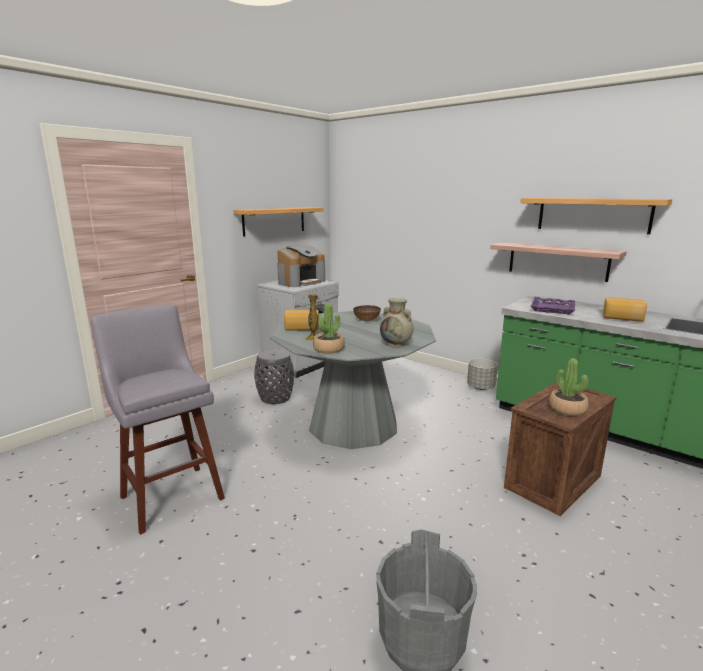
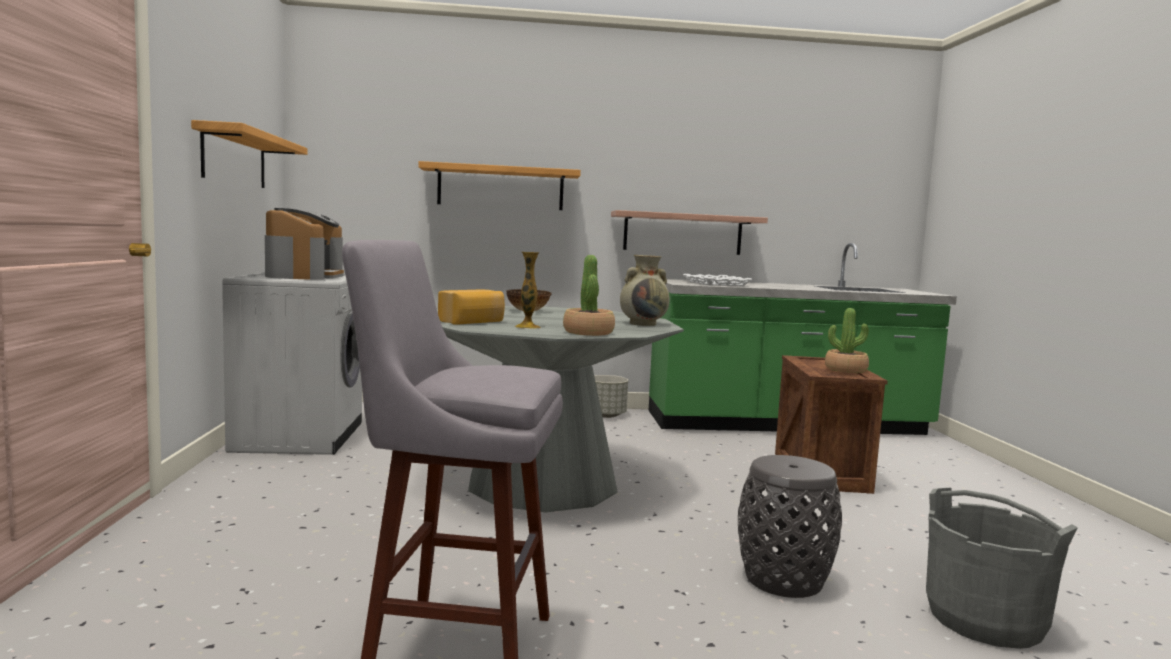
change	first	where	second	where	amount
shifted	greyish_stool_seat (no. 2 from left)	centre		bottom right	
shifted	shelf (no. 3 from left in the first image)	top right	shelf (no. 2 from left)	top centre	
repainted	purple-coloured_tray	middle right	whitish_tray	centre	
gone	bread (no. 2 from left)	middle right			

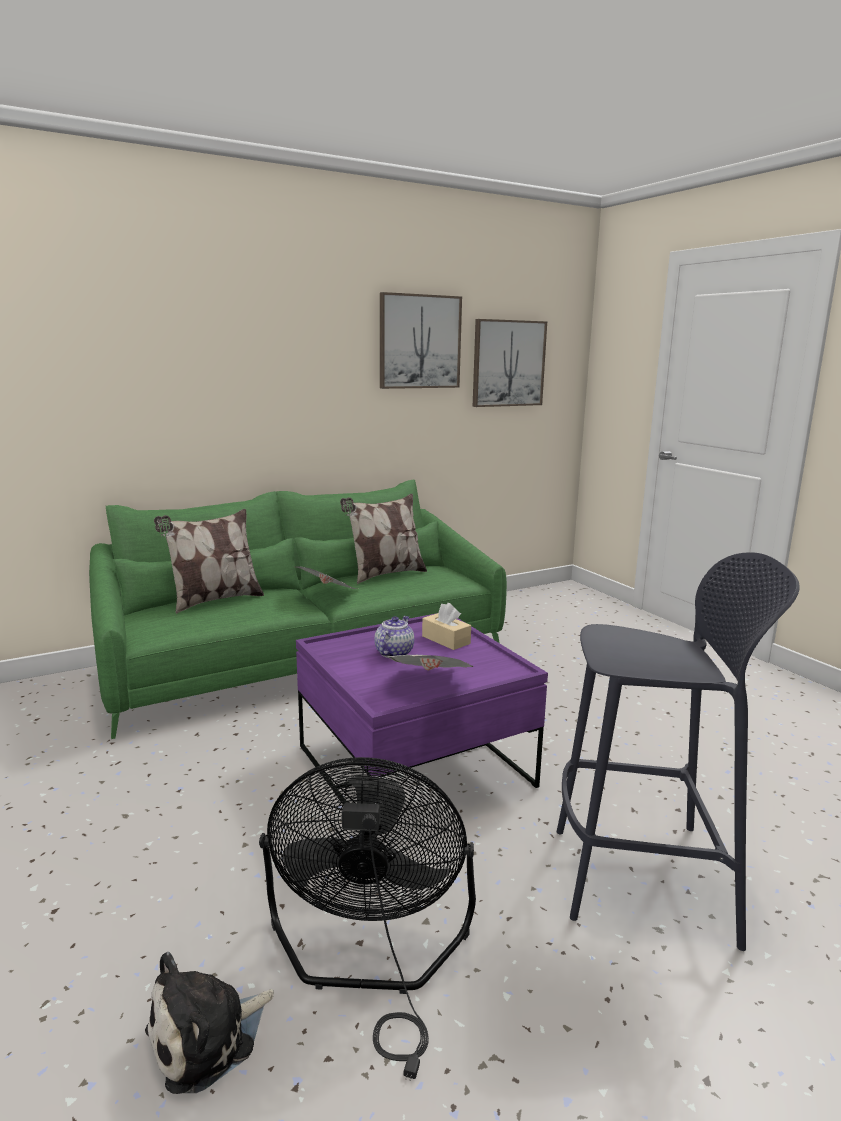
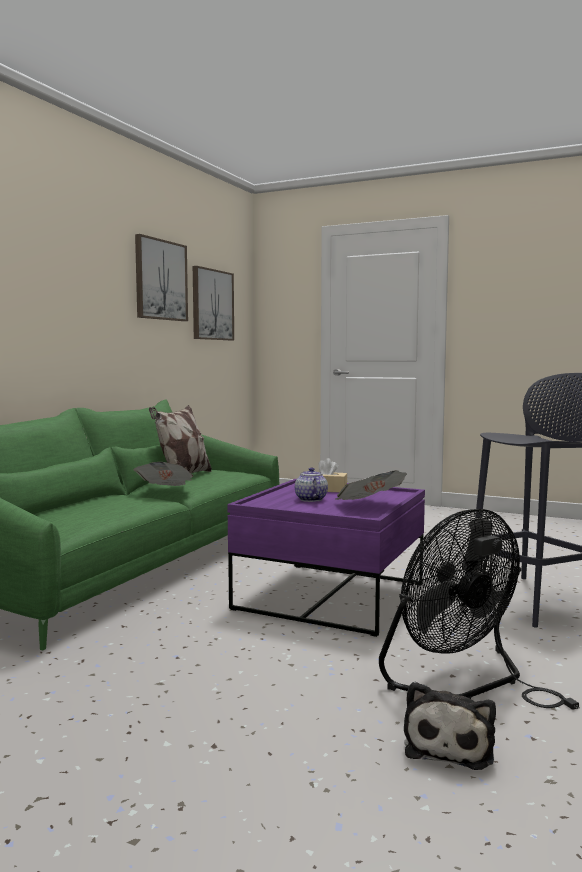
change	first	where	second	where	amount
gone	cushion (no. 1 from left)	middle left			

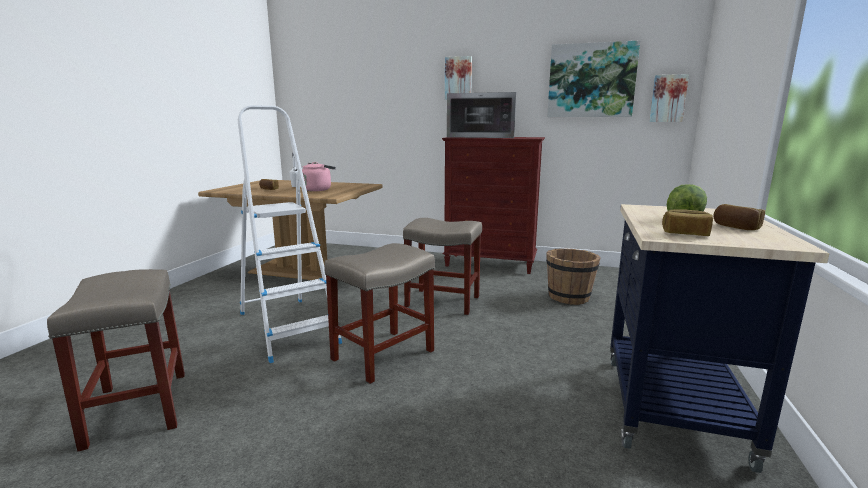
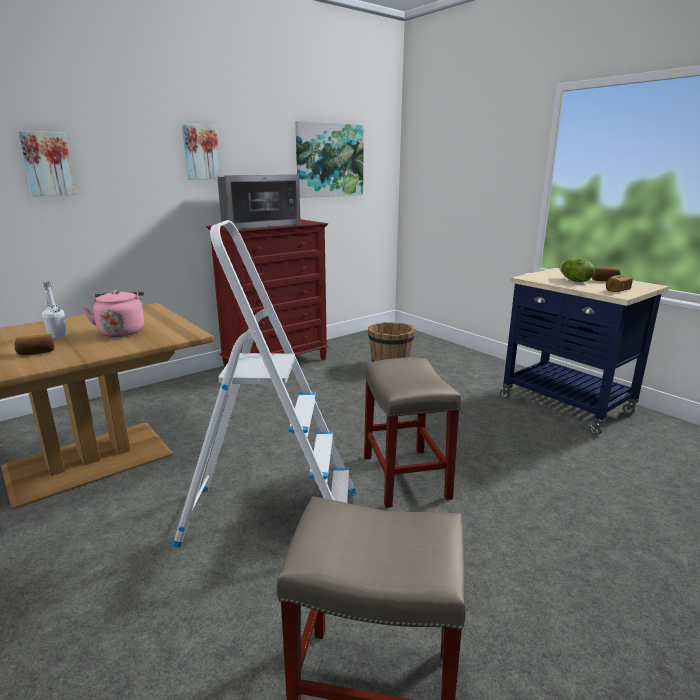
change	first	where	second	where	amount
gone	beige-coloured_stool_seat (no. 3 from left)	centre			
shifted	picture (no. 3 from left in the first image)	top right	picture (no. 1 from left)	top left	

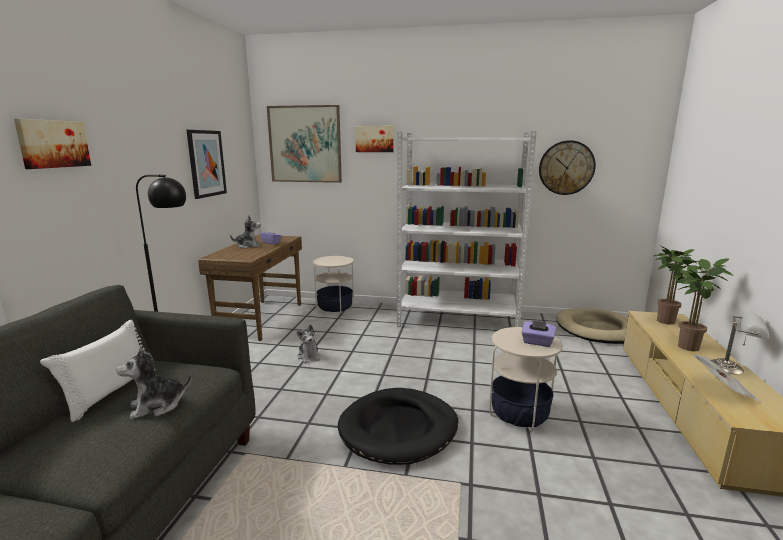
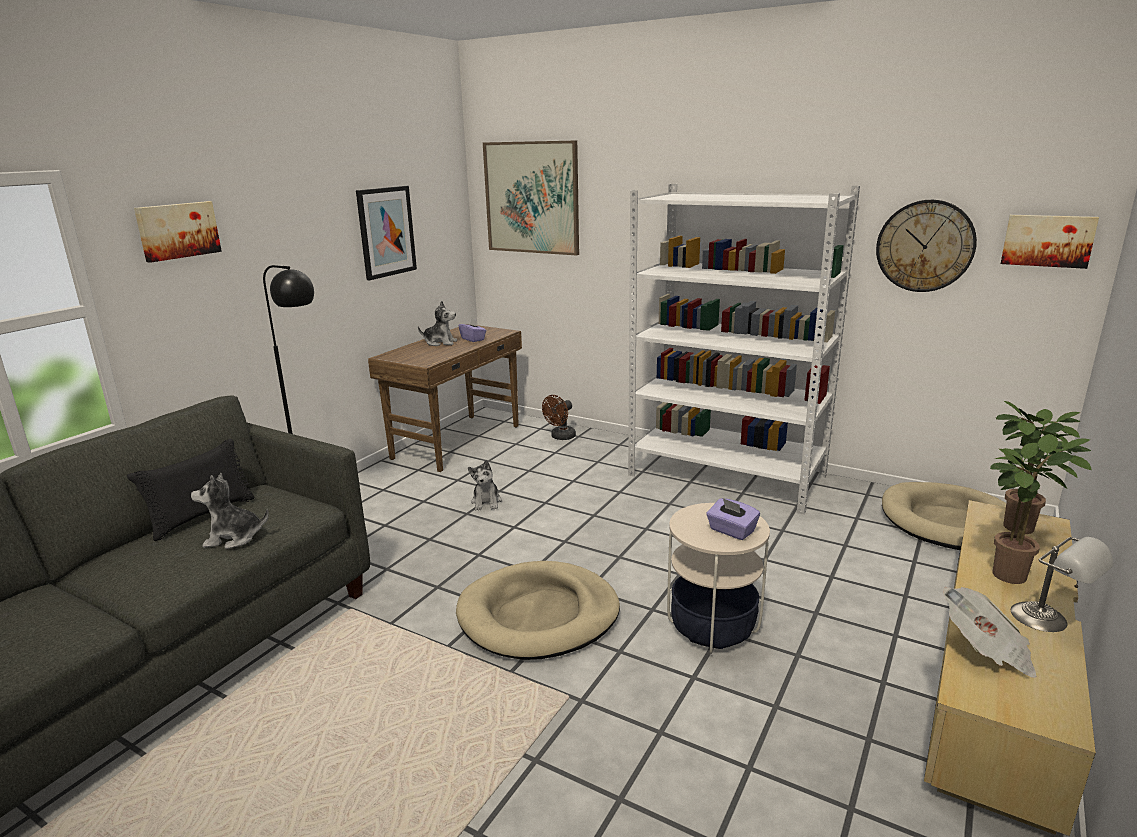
change	first	where	second	where	amount
repainted	whitish_cushion	bottom left	black_cushion	middle left	
swapped	beige-coloured_accent_table (no. 1 from left)	centre	brown-coloured_cooling_fan	centre	
repainted	black_dog_bed	bottom centre	beige-coloured_dog_bed (no. 1 from left)	bottom centre	
shifted	picture (no. 4 from left)	top centre		top right	

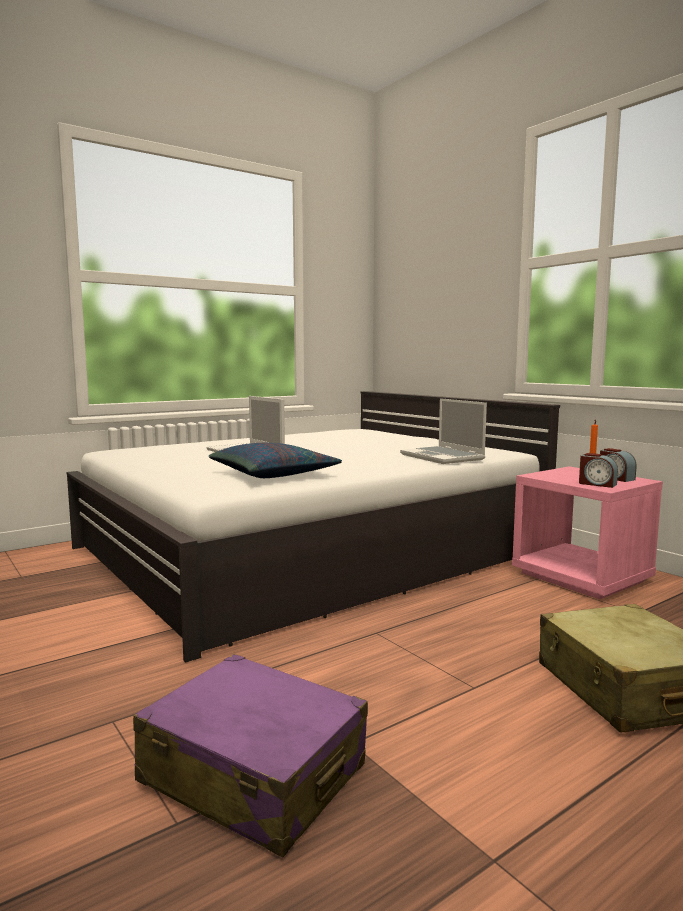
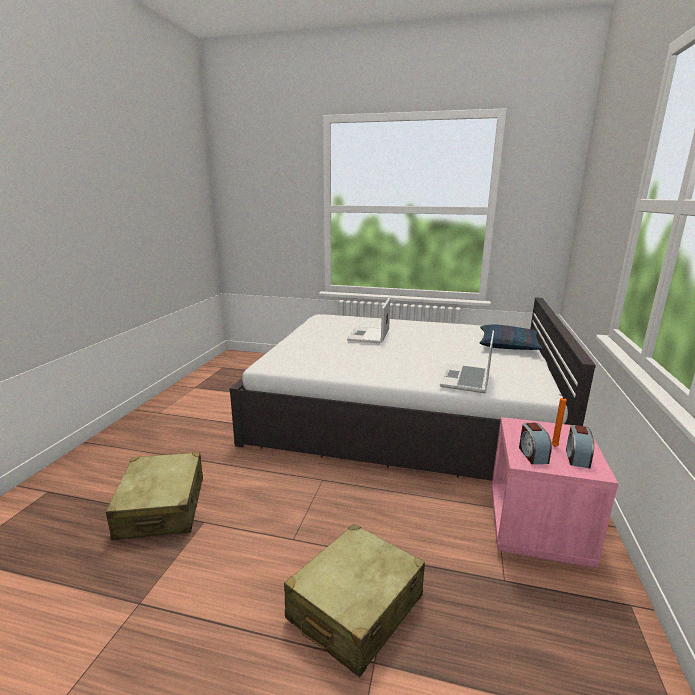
change	first	where	second	where	amount
repainted	purple-coloured_travel_case	bottom centre	beige-coloured_travel_case (no. 1 from left)	bottom left	
shifted	bluish_cushion	centre		middle right	

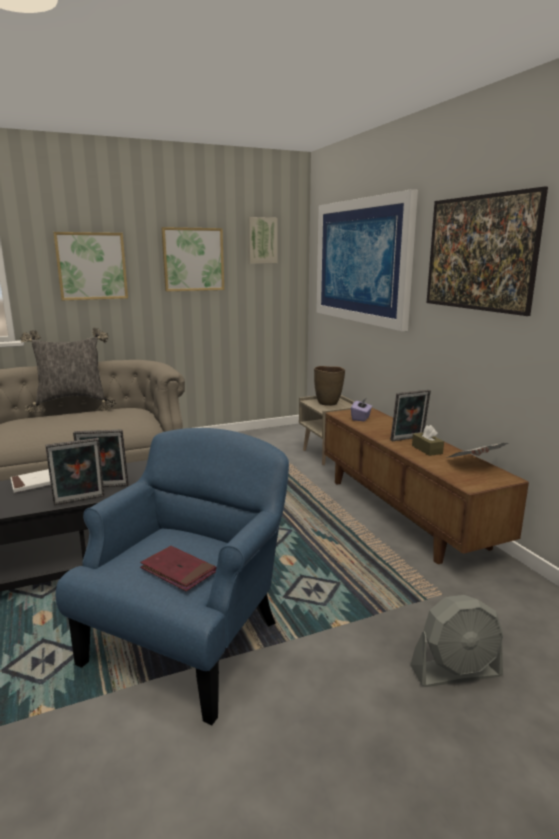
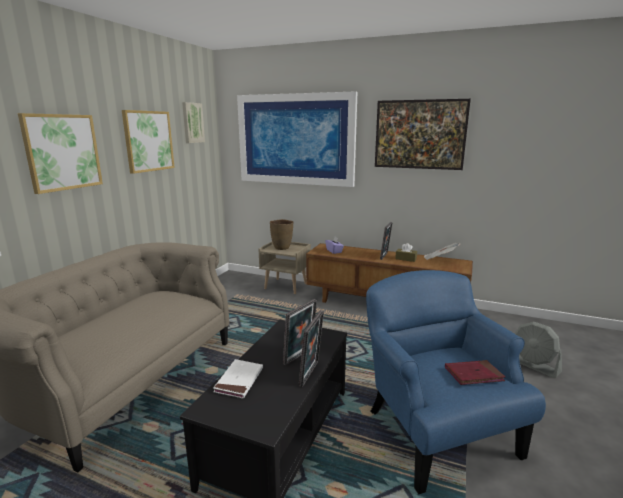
change	first	where	second	where	amount
gone	cushion	middle left			
rotated	greyish_cooling_fan	bottom right		bottom right	105 degrees clockwise

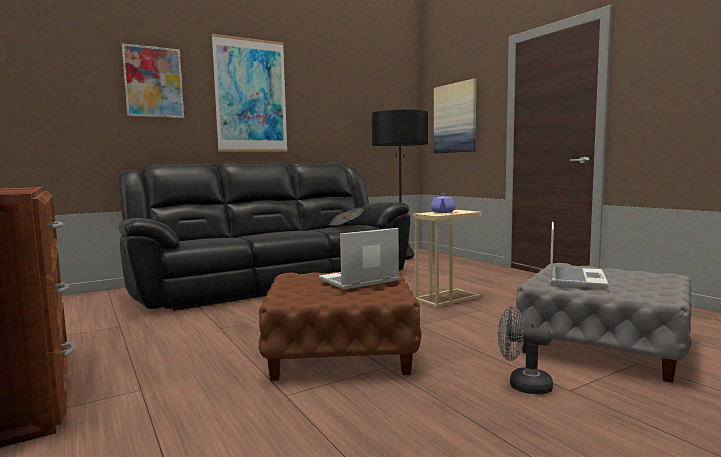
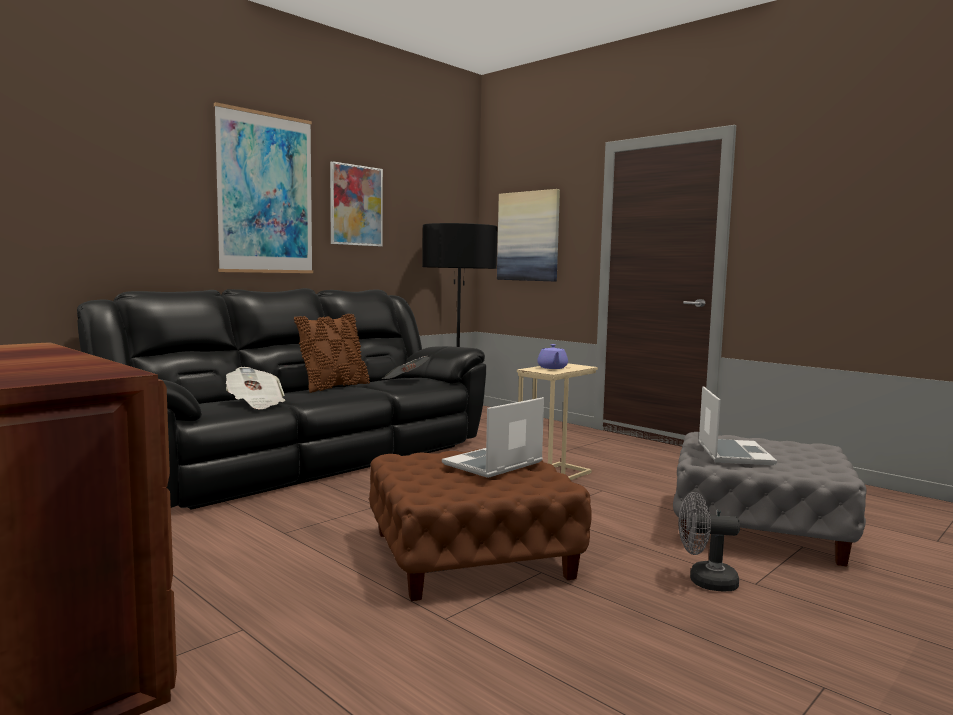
change	first	where	second	where	amount
shifted	picture (no. 1 from left in the first image)	top left	picture (no. 2 from left)	top centre	
new			newspaper (no. 1 from left)	middle left	
new			brown-coloured_cushion	centre	

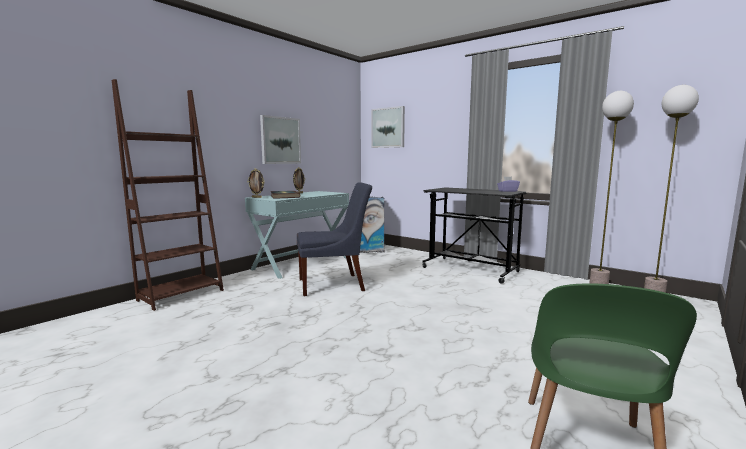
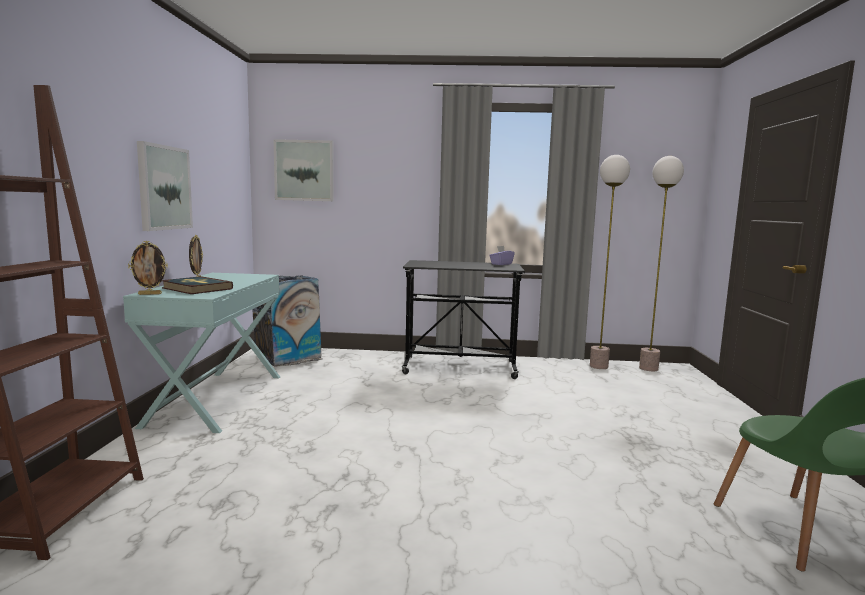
change	first	where	second	where	amount
gone	bluish_plain_chair	centre			

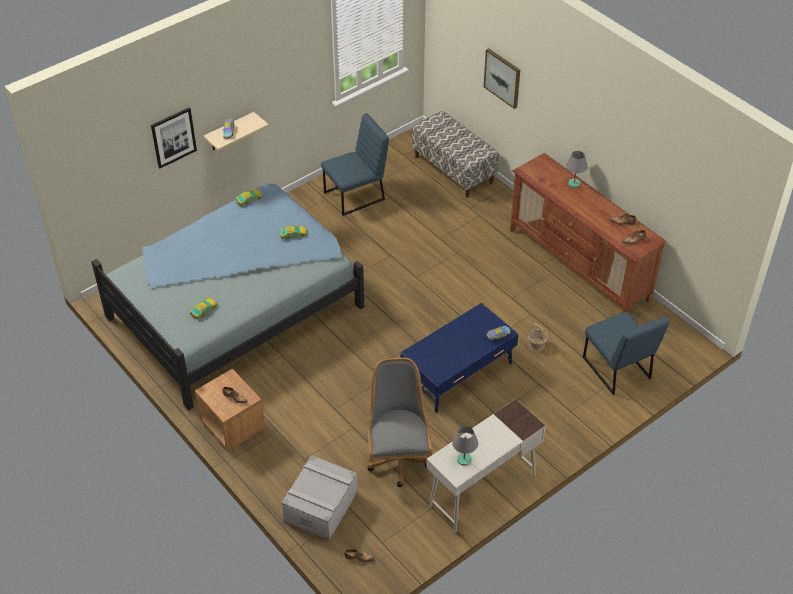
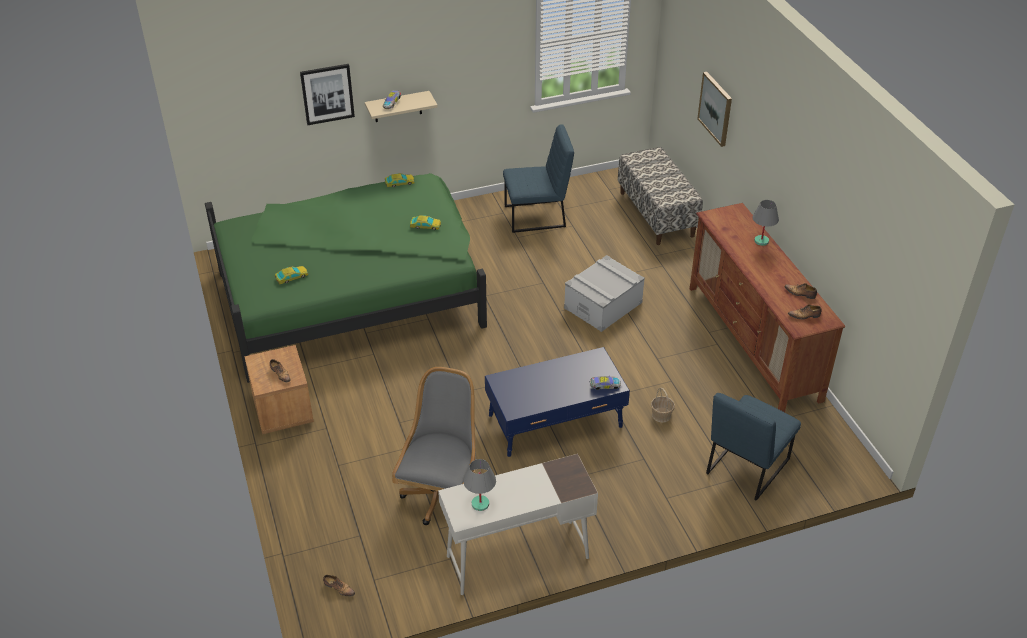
change	first	where	second	where	amount
repainted	bluish_bed	middle left	greenish_bed	centre	
shifted	greyish_storage_container	bottom centre		centre	
rotated	bluish_plain_chair (no. 2 from left)	middle right		bottom right	45 degrees clockwise

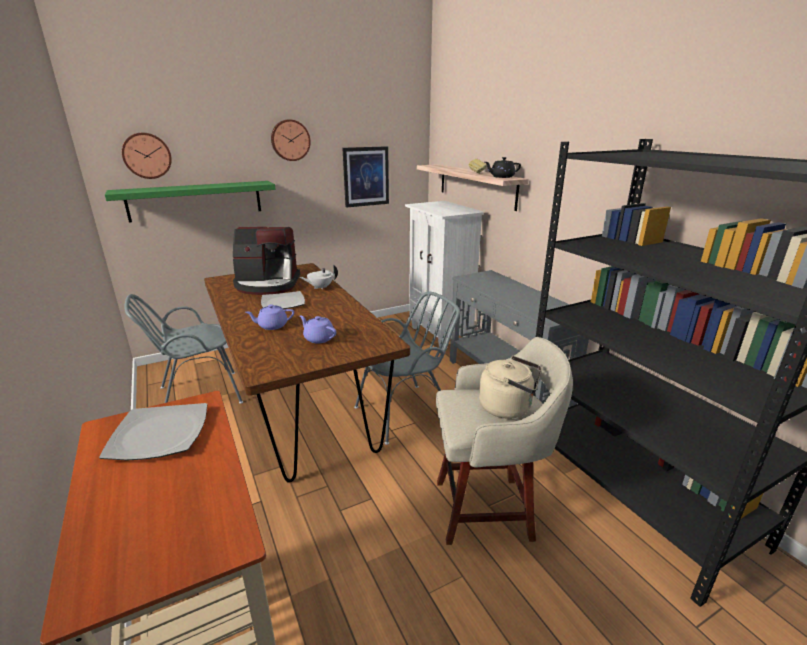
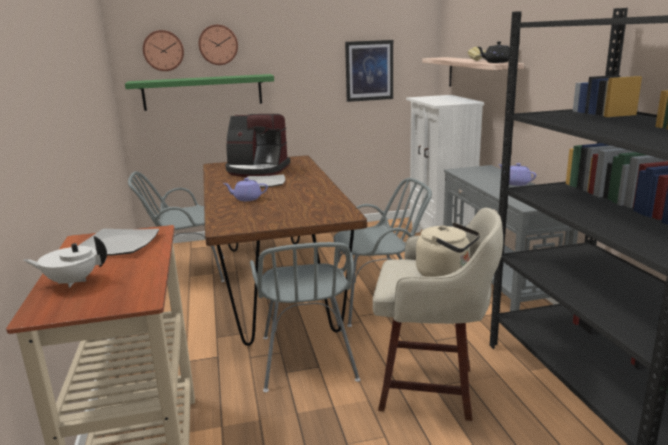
change	first	where	second	where	amount
shifted	wall_clock (no. 2 from left)	top centre		top left	
shifted	whitish_pot_for_tea	centre		middle left	
shifted	purple-coloured_pot_for_tea (no. 2 from left)	centre		middle right	
new			greyish_plain_chair (no. 2 from left)	bottom centre	

